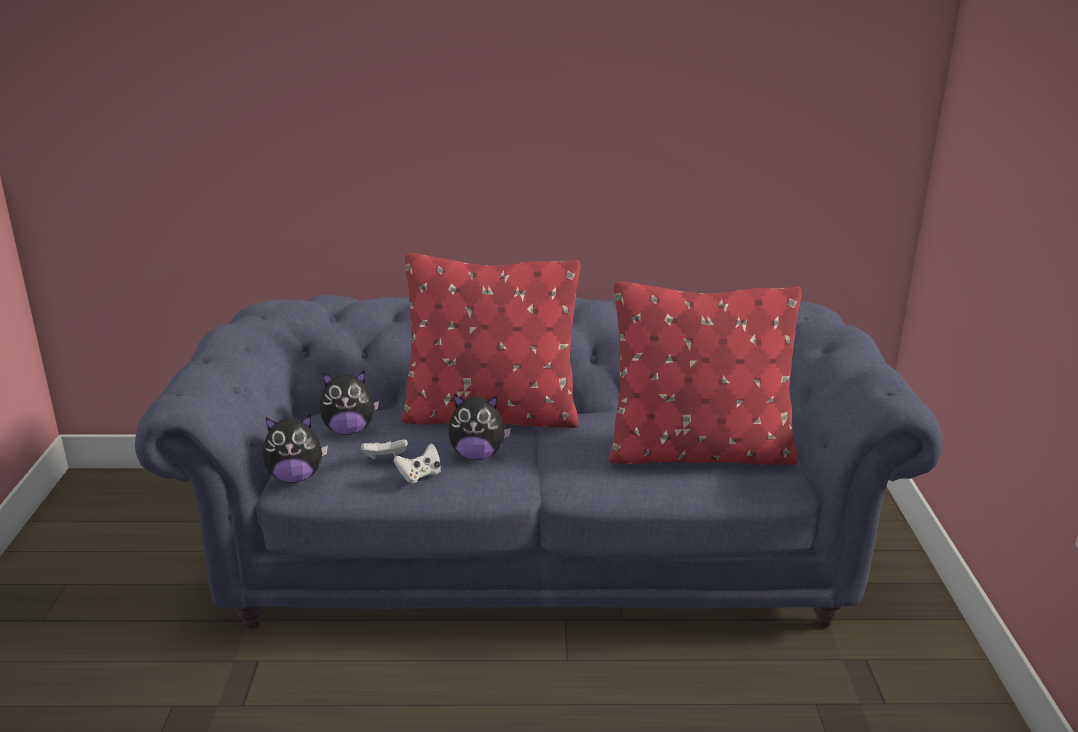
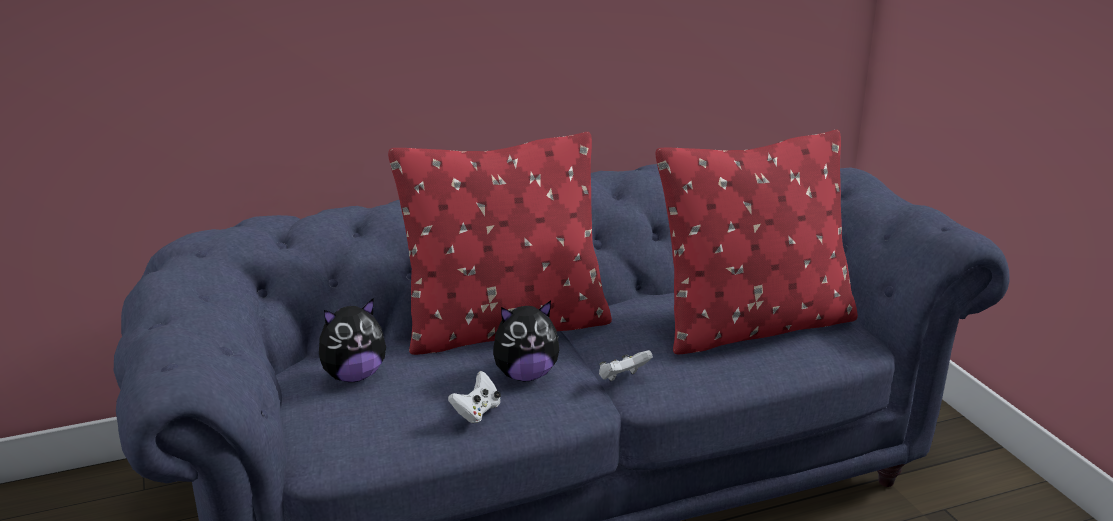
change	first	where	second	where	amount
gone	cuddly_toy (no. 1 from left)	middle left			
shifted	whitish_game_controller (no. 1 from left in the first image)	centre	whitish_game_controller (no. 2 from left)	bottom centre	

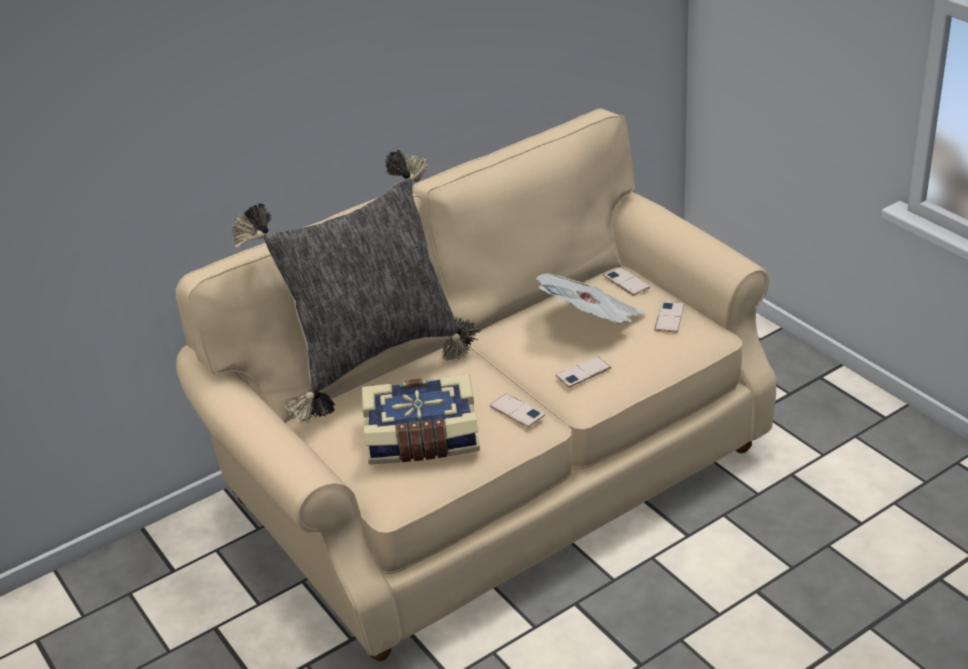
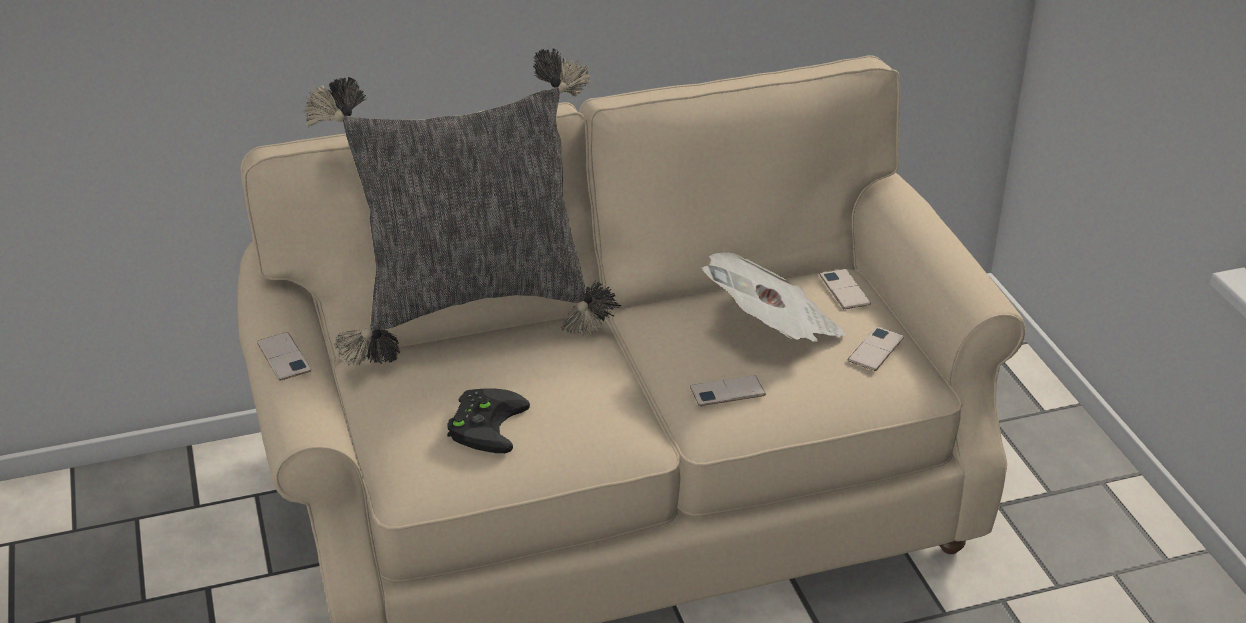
change	first	where	second	where	amount
swapped	book	centre	black_game_controller	bottom centre	
shifted	phone (no. 1 from left)	centre		middle left	

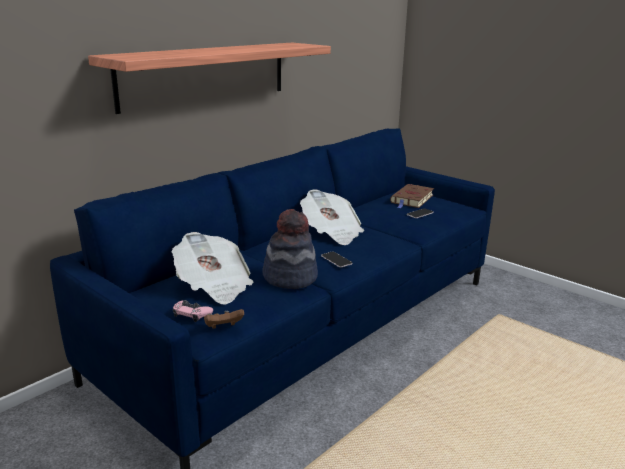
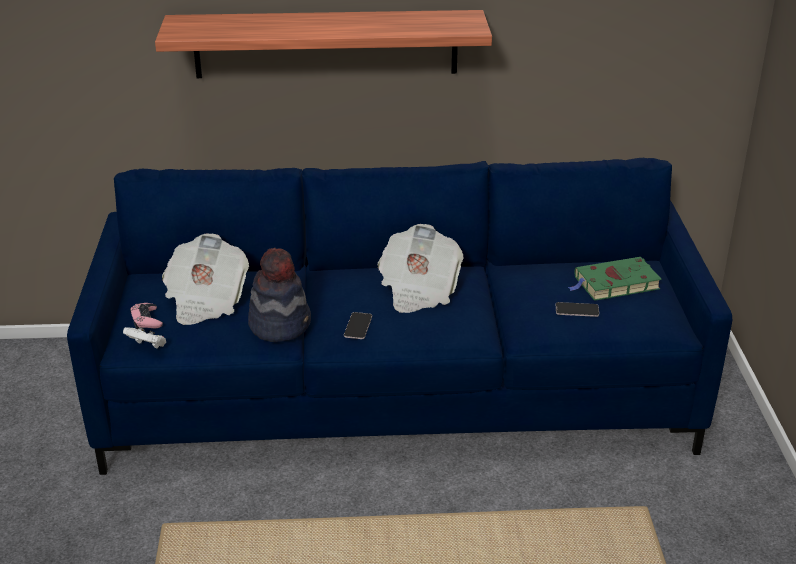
change	first	where	second	where	amount
repainted	brown-coloured_game_controller	bottom centre	whitish_game_controller	middle left	
repainted	brown-coloured_book	centre	greenish_book	middle right	

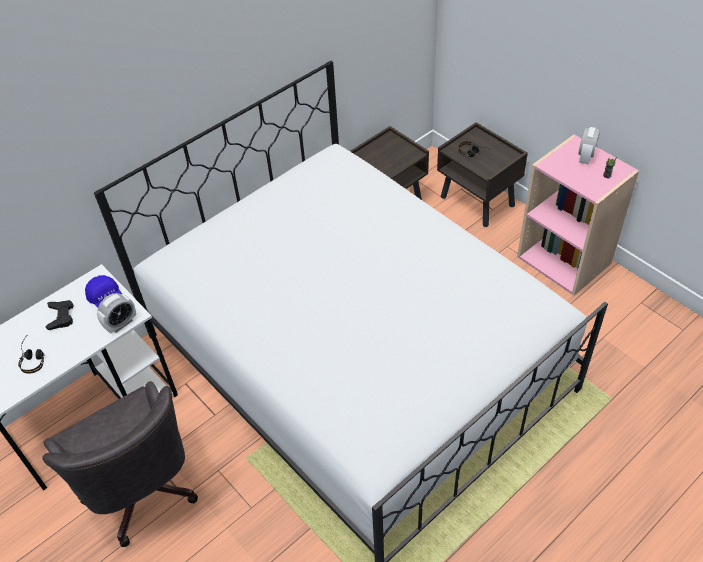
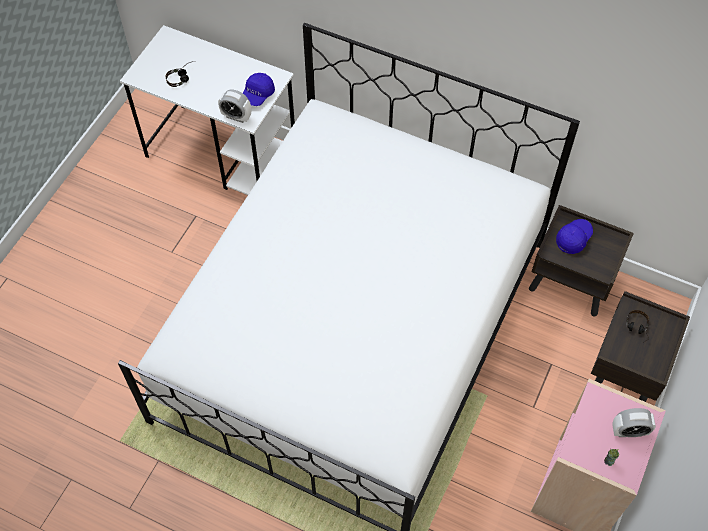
change	first	where	second	where	amount
gone	greyish_desk_chair	bottom left			
gone	black_game_controller	middle left			
new			bluish_cap (no. 2 from left)	middle right	

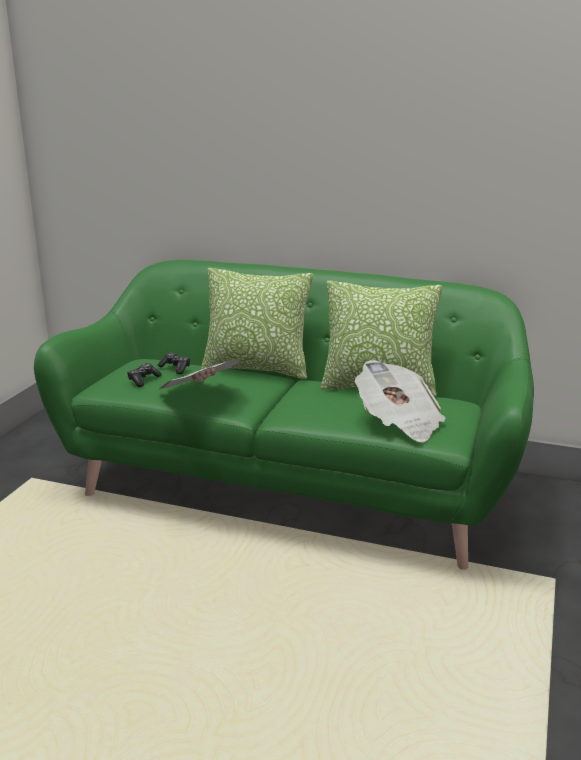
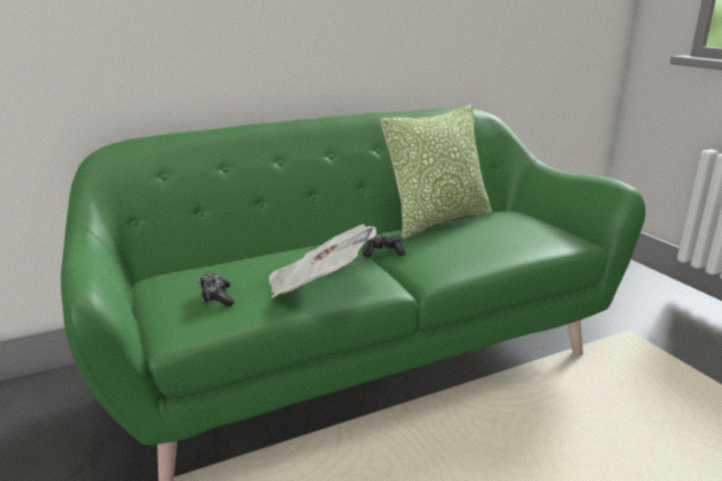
change	first	where	second	where	amount
shifted	game_controller (no. 2 from left)	middle left		centre	
gone	cushion (no. 1 from left)	centre			
gone	newspaper (no. 2 from left)	middle right			

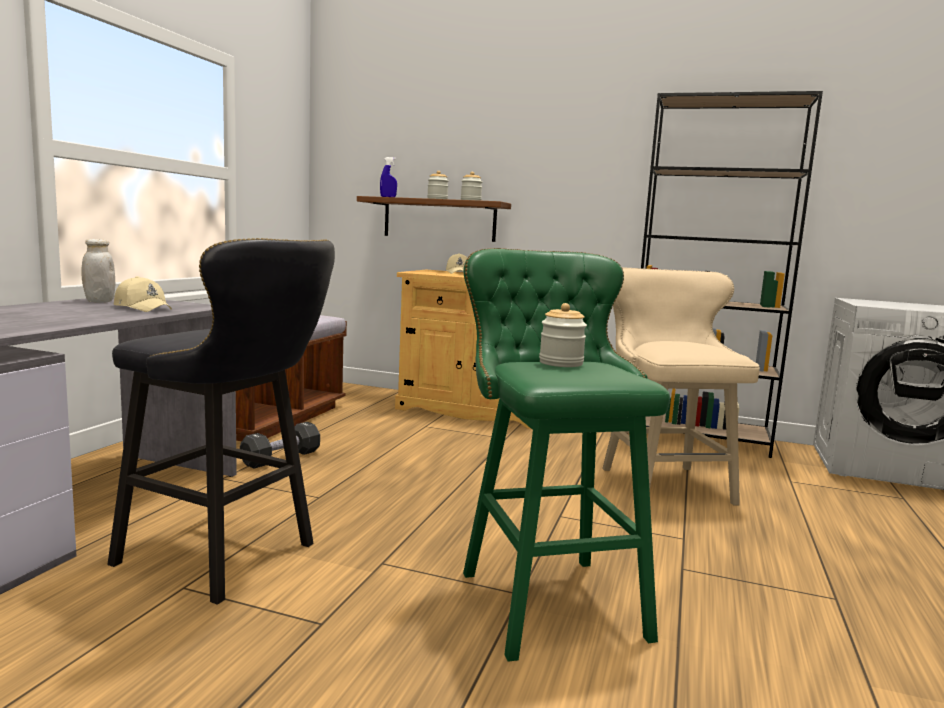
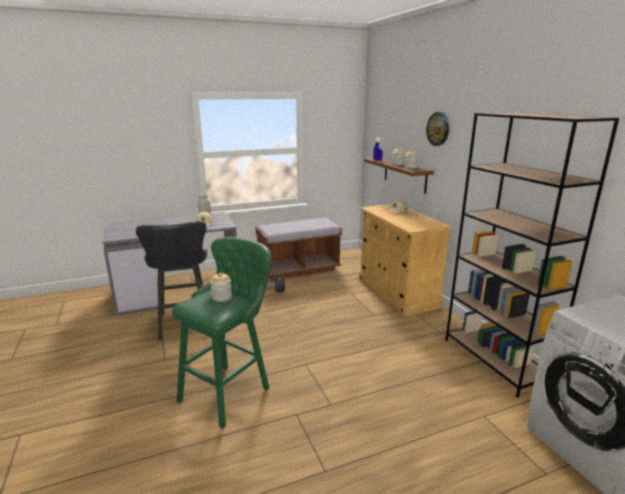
change	first	where	second	where	amount
gone	beige-coloured_stool_seat	middle right			
new			wall_clock	top right	

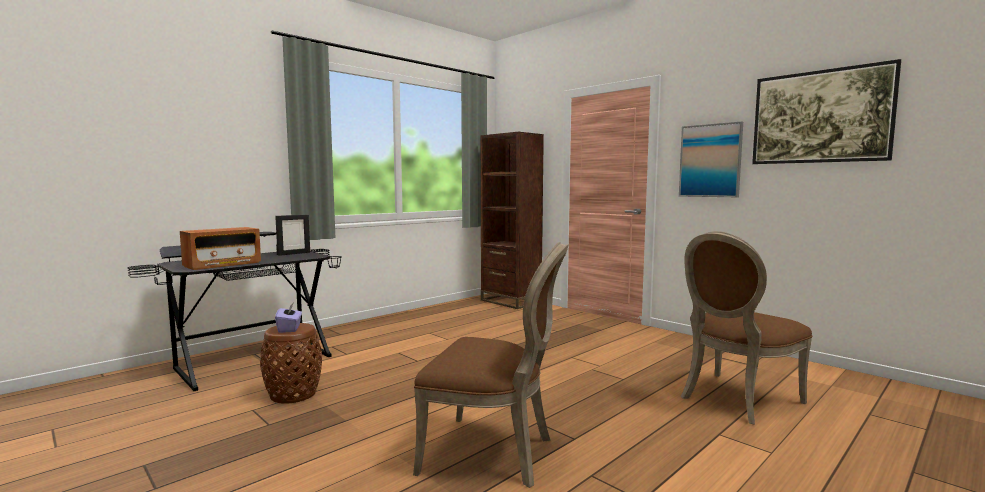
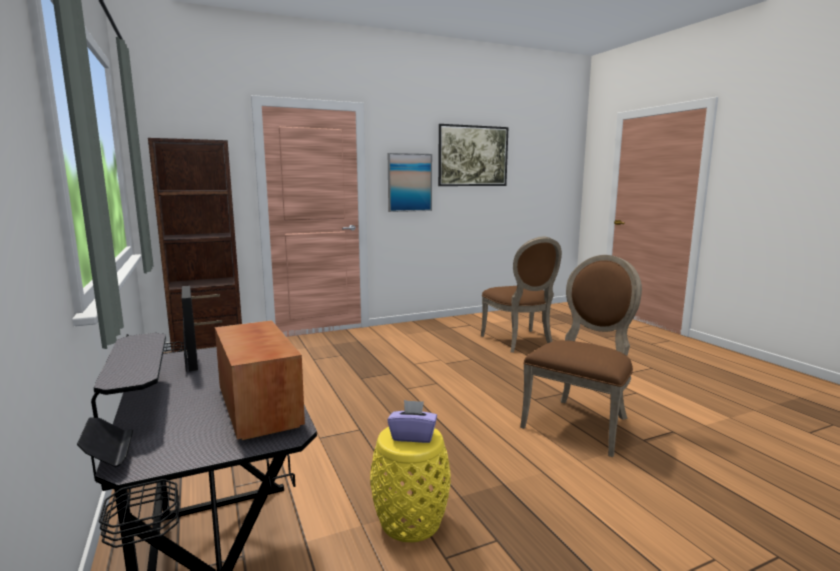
change	first	where	second	where	amount
repainted	brown-coloured_stool_seat	bottom left	yellow-coloured_stool_seat	bottom centre	

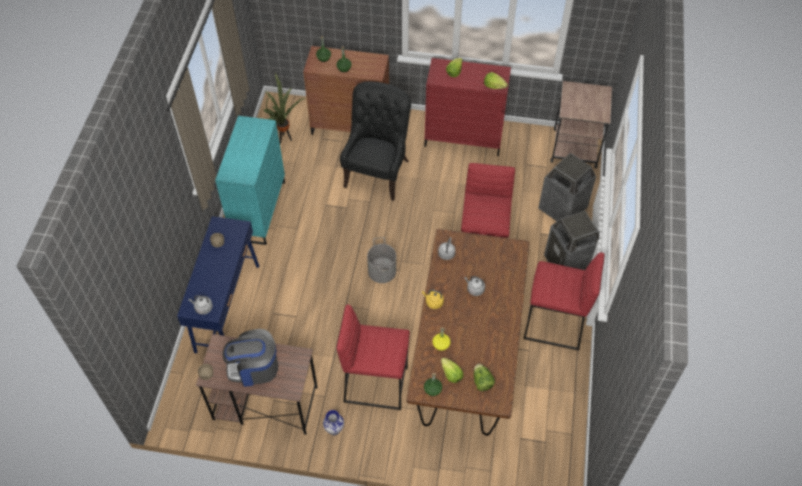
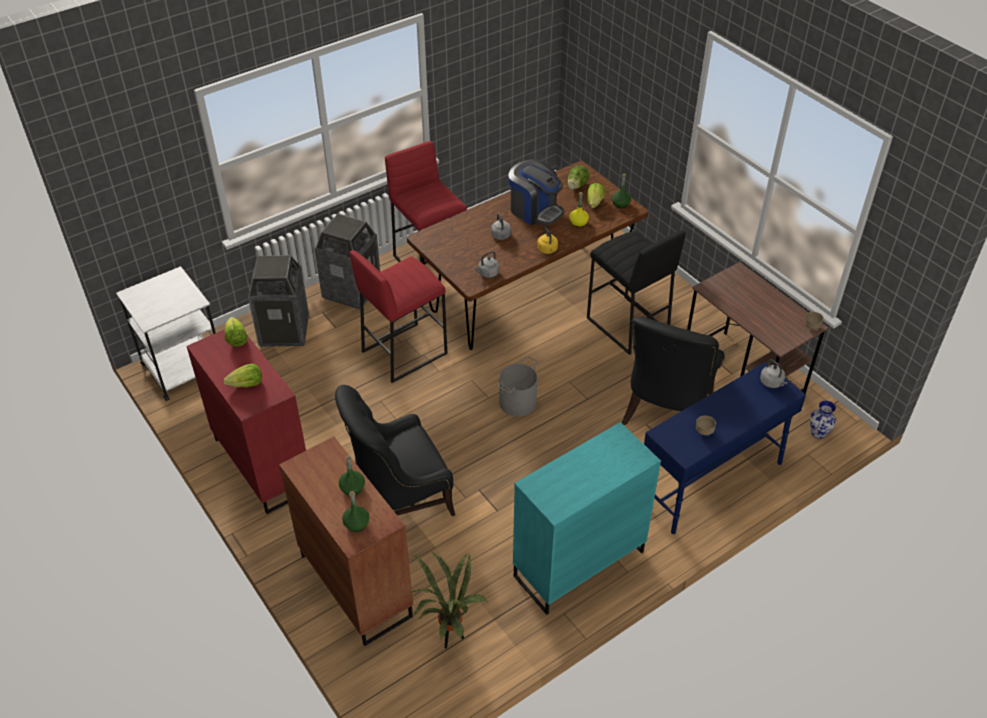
change	first	where	second	where	amount
shifted	coffee_machine	bottom left		top centre	
shifted	flower_vase	bottom centre		middle right	
repainted	red-coloured_stool_seat (no. 1 from left)	bottom centre	black_stool_seat	centre	
repainted	brown-coloured_wheeled_cart	top right	whitish_wheeled_cart	middle left	
new			black_plain_chair (no. 2 from left)	middle right	

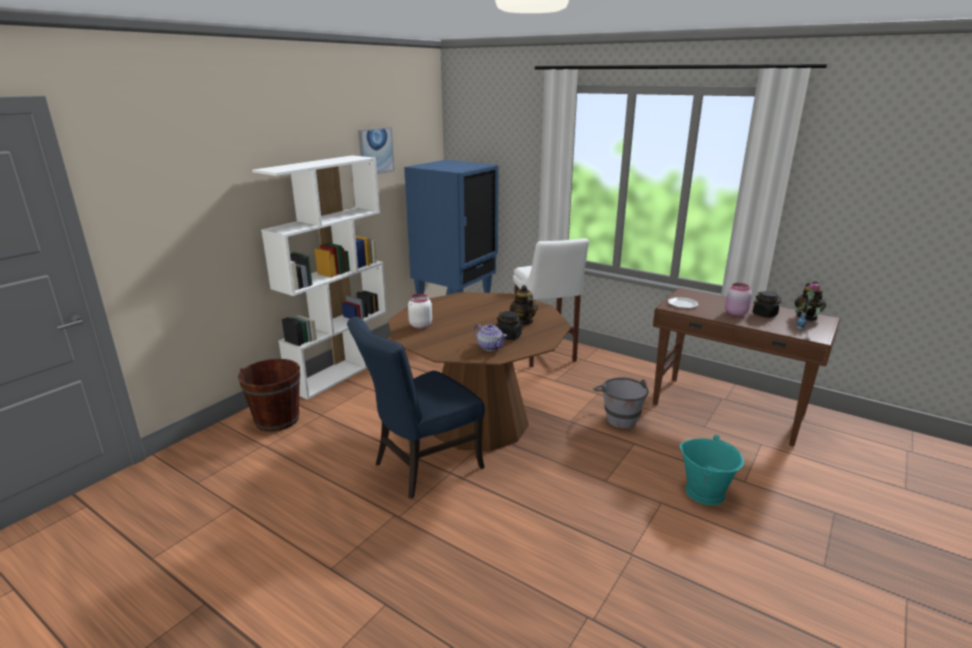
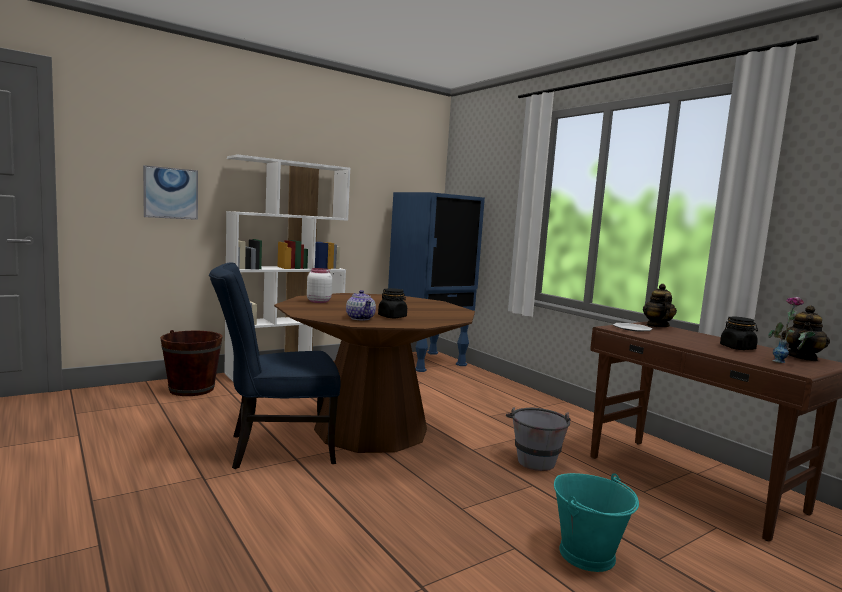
change	first	where	second	where	amount
shifted	picture	top centre		top left	
shifted	pot_for_tea (no. 2 from left)	centre		middle right	
gone	whitish_stool_seat	centre			
gone	pink-coloured_jar	middle right			

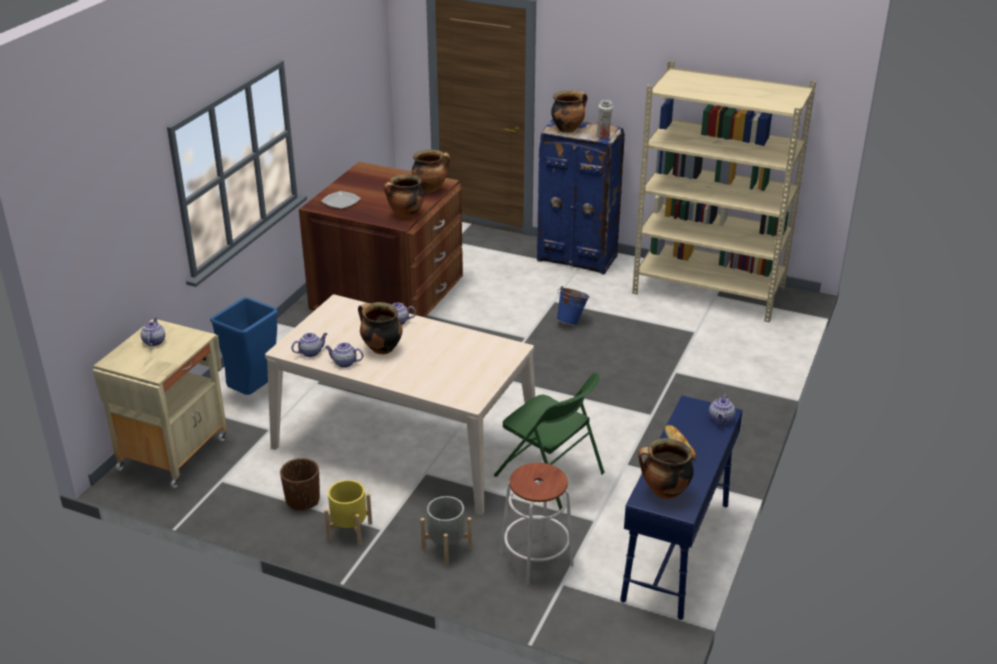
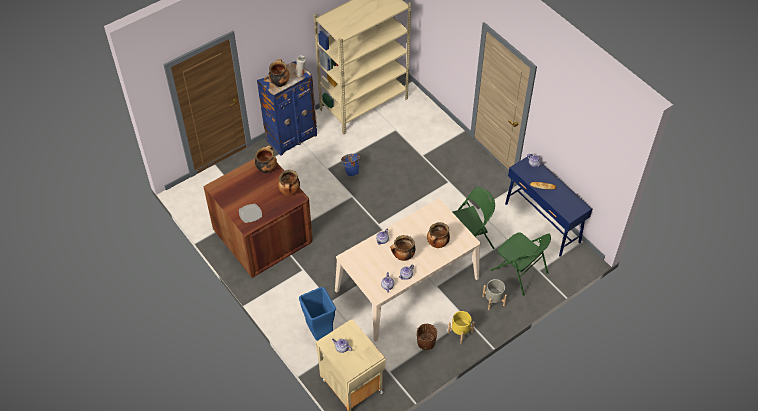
change	first	where	second	where	amount
swapped	whitish_stool_seat	bottom centre	greenish_plain_chair (no. 2 from left)	middle right	
shifted	saucepot (no. 5 from left)	bottom right		centre	

